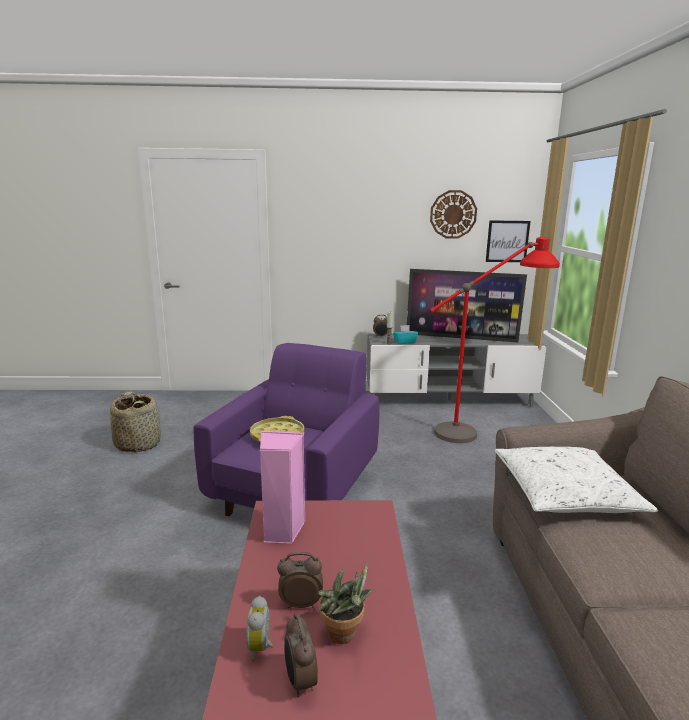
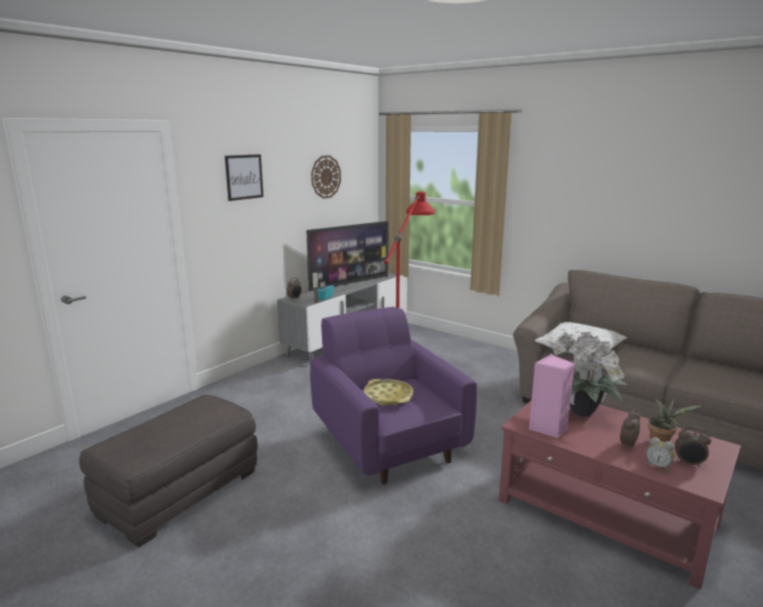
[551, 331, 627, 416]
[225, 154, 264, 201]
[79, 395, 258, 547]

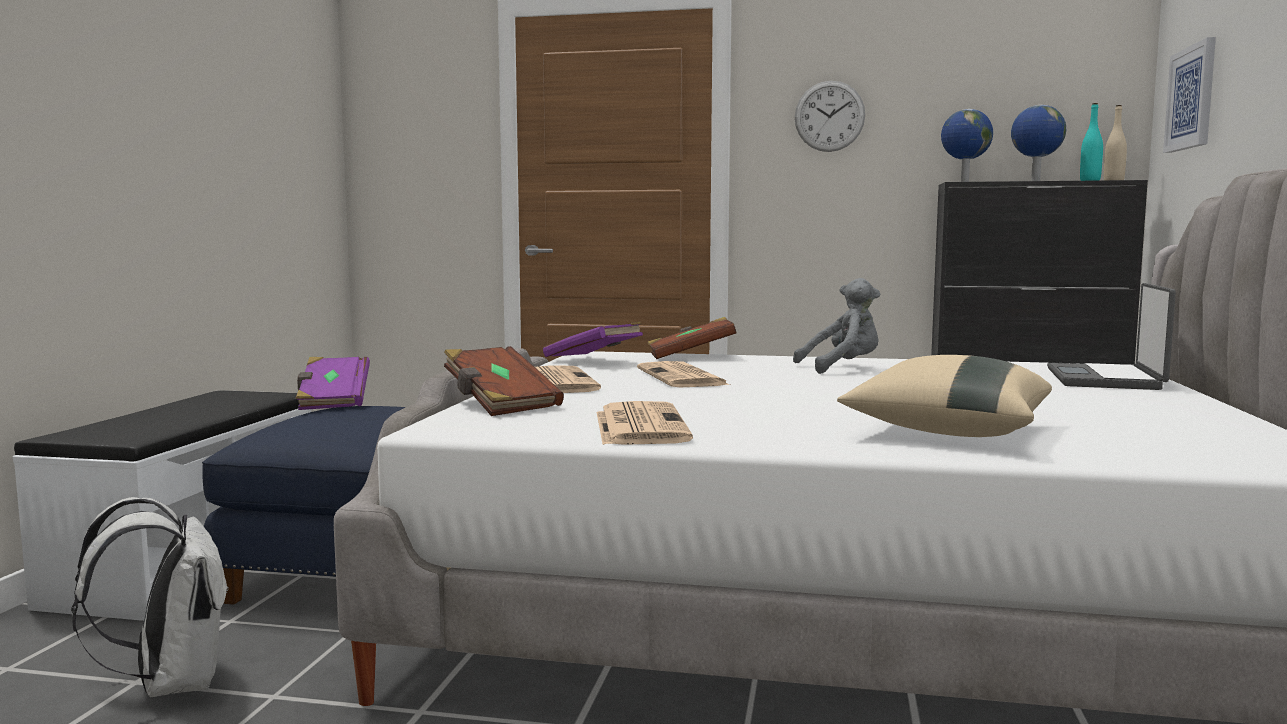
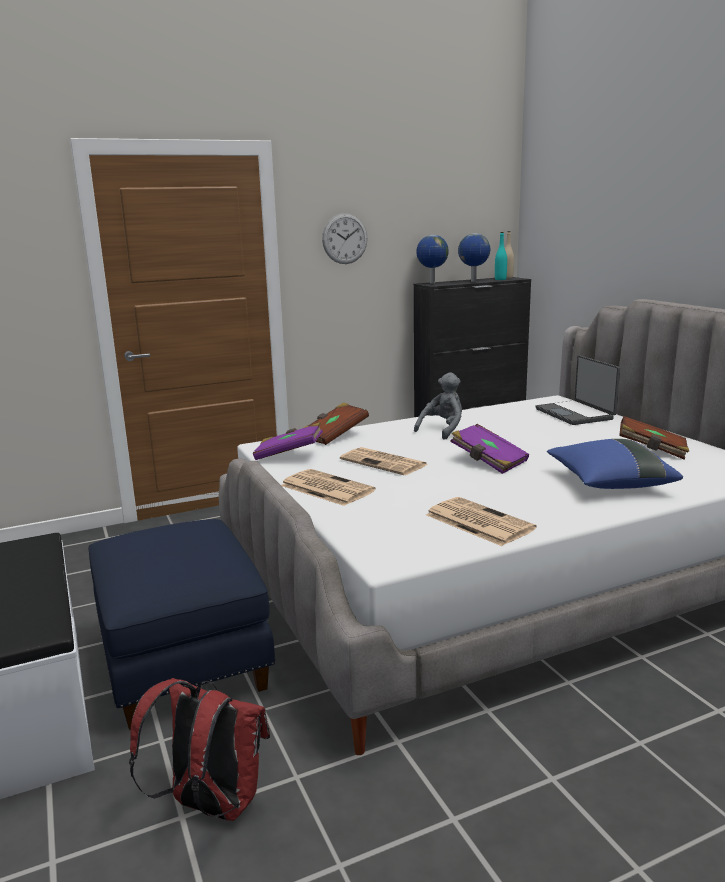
[1163, 37, 1216, 153] (first image)
[450, 424, 529, 474]
[619, 416, 689, 459]
[129, 678, 270, 821]
[547, 439, 683, 489]

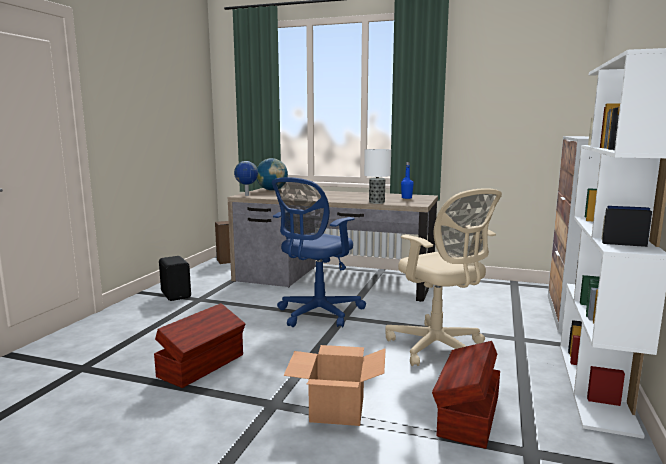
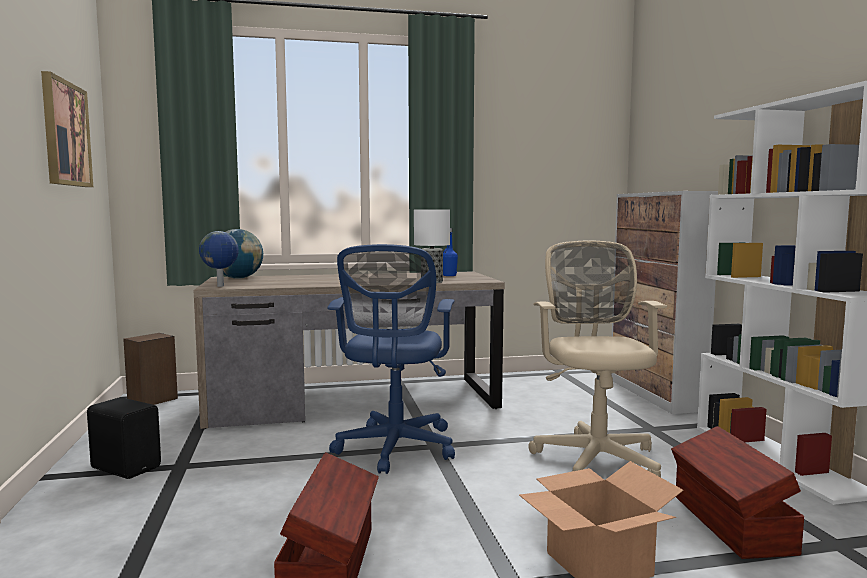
[41, 71, 93, 187]
[528, 240, 667, 477]

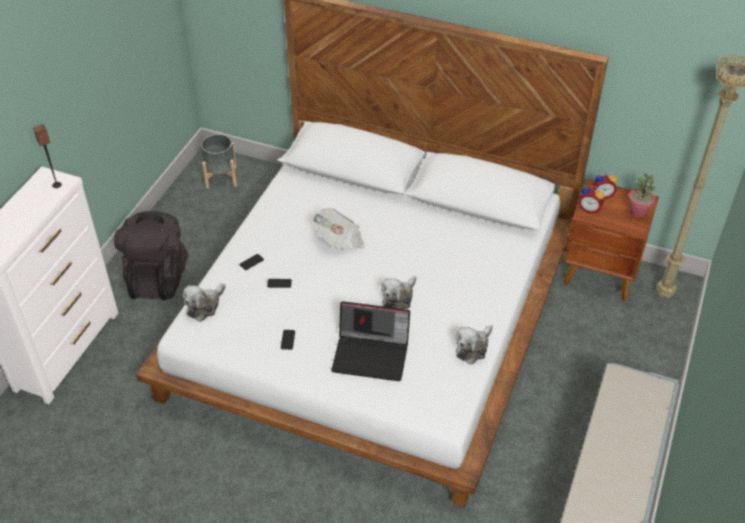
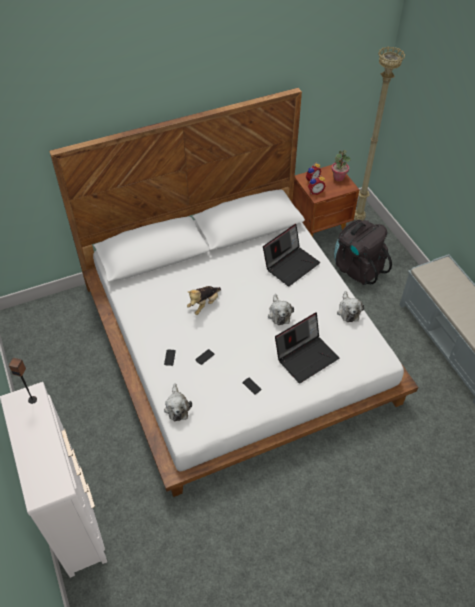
[201, 134, 237, 189] (first image)
[263, 224, 320, 286]
[334, 220, 392, 285]
[187, 286, 221, 315]

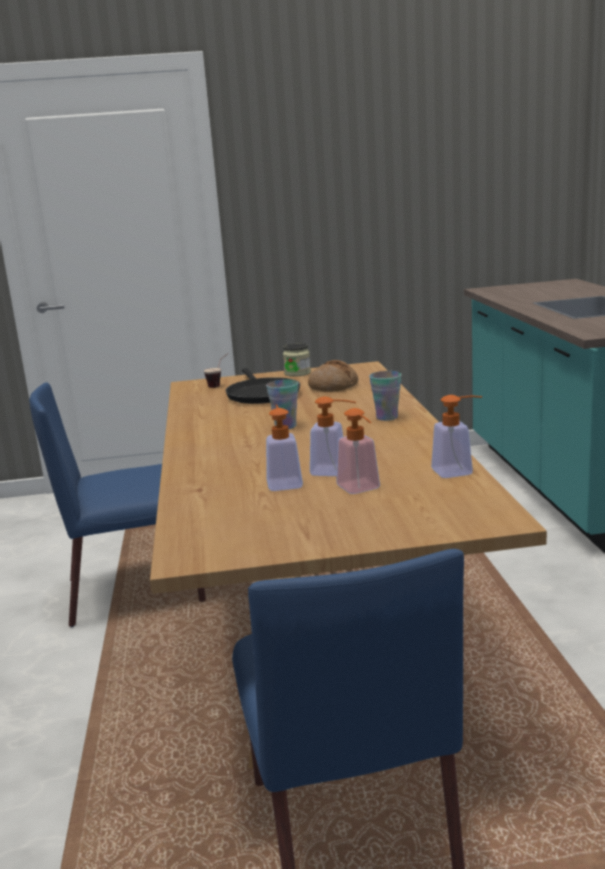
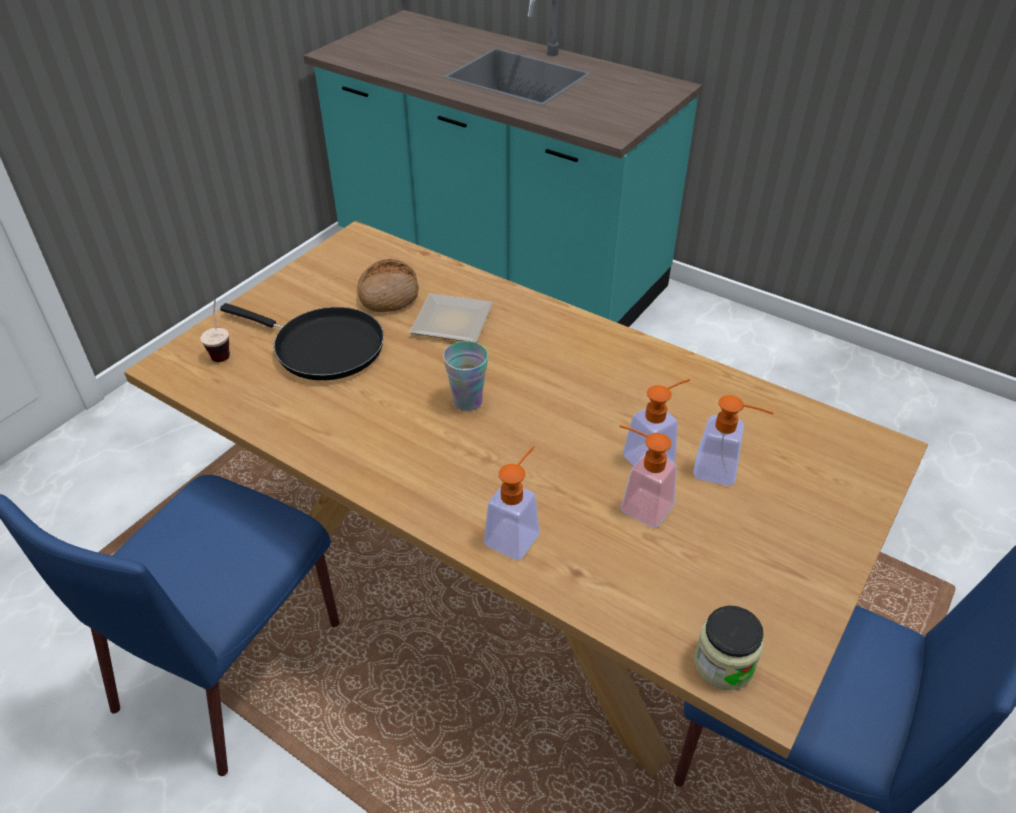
[369, 371, 402, 421] (first image)
[410, 293, 493, 343]
[694, 606, 764, 690]
[484, 446, 539, 560]

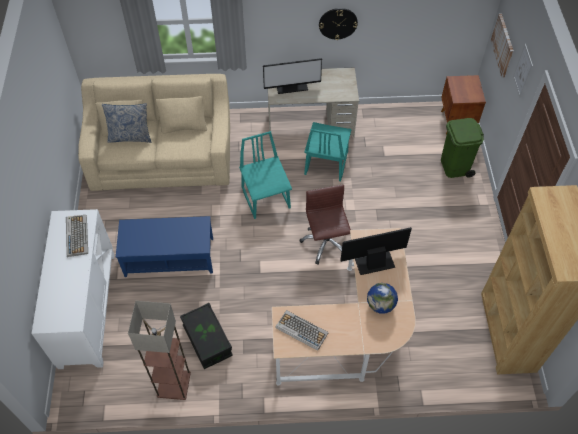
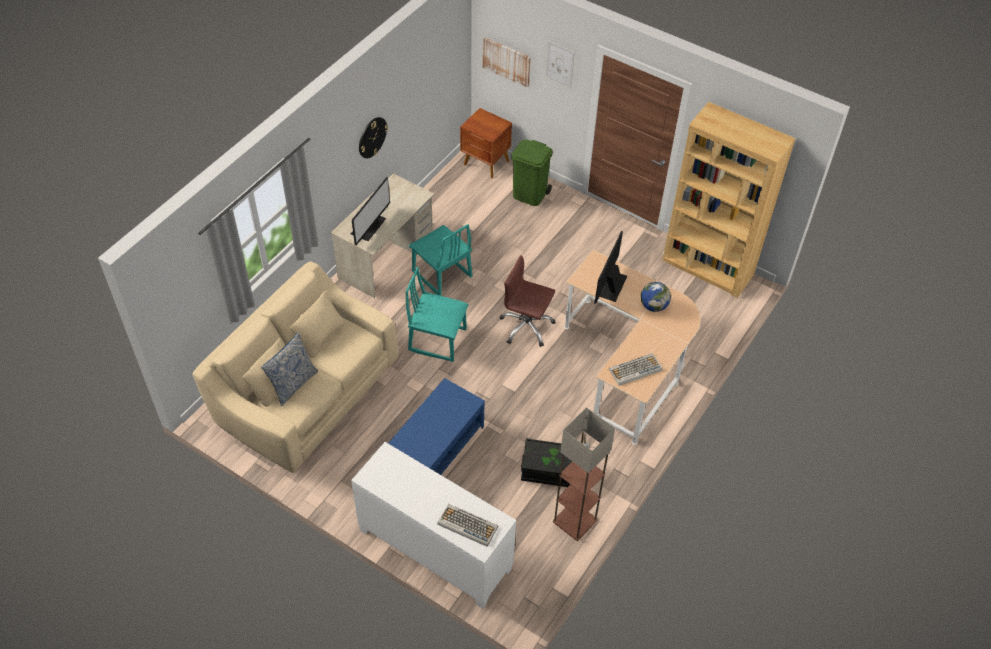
[437, 504, 498, 547]

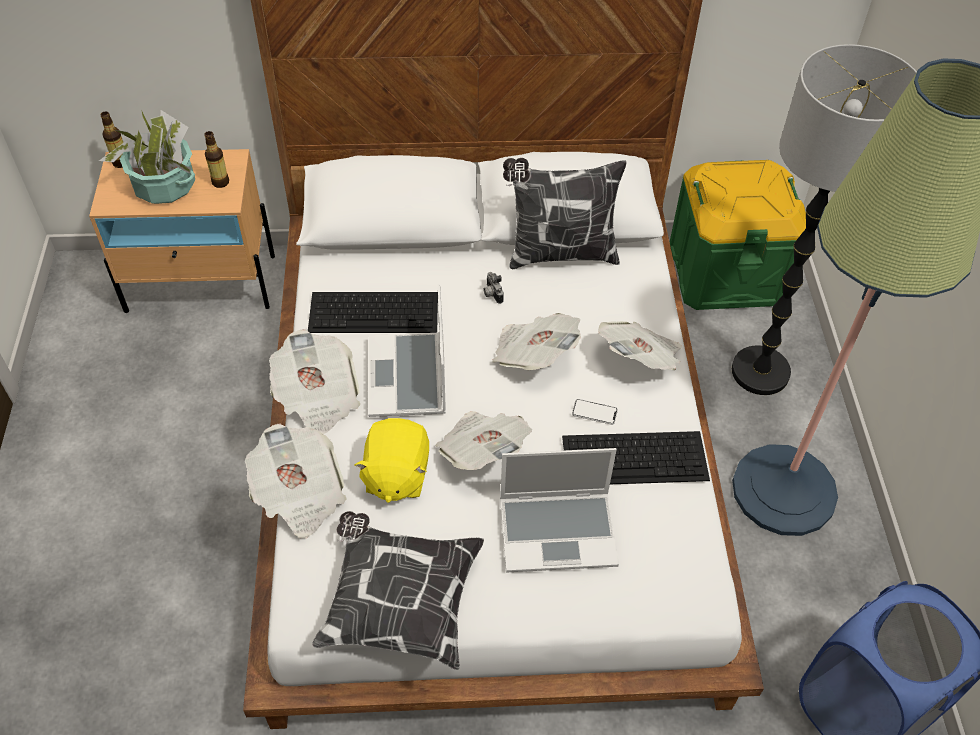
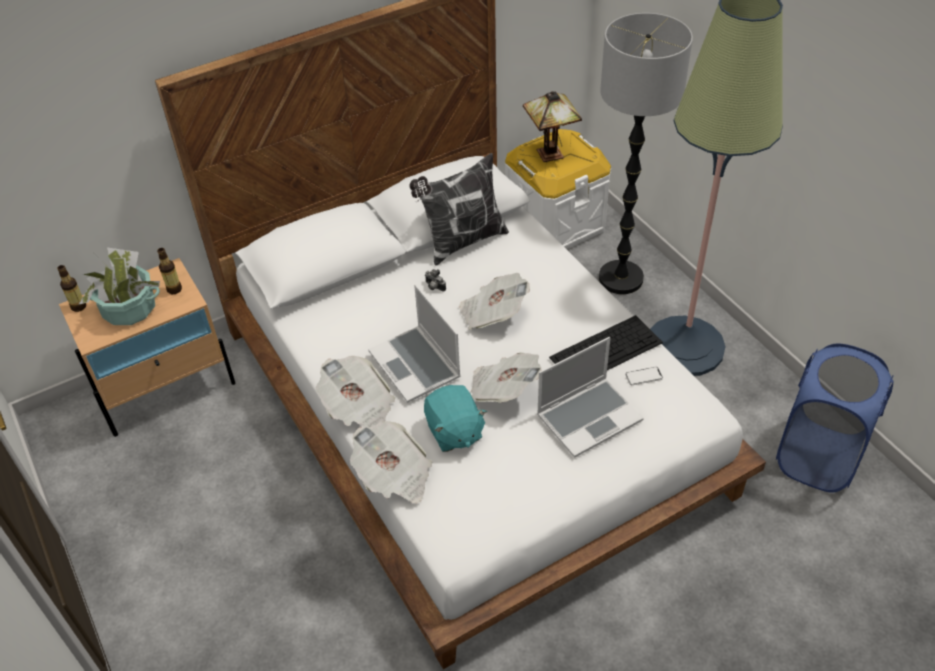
[308, 292, 438, 333] (first image)
[312, 511, 484, 670] (first image)
[598, 321, 682, 370] (first image)
[523, 91, 582, 162]
[625, 367, 663, 385]
[424, 385, 487, 452]
[505, 129, 611, 249]

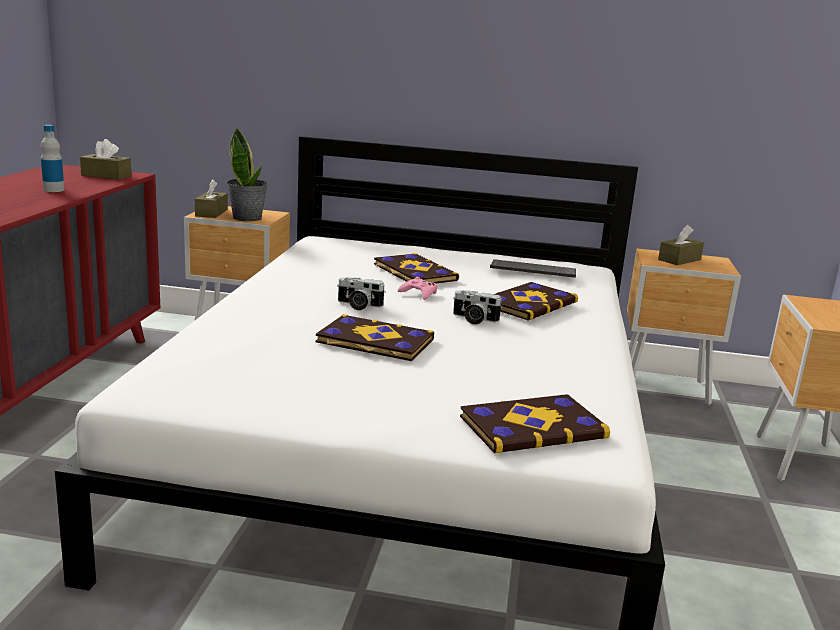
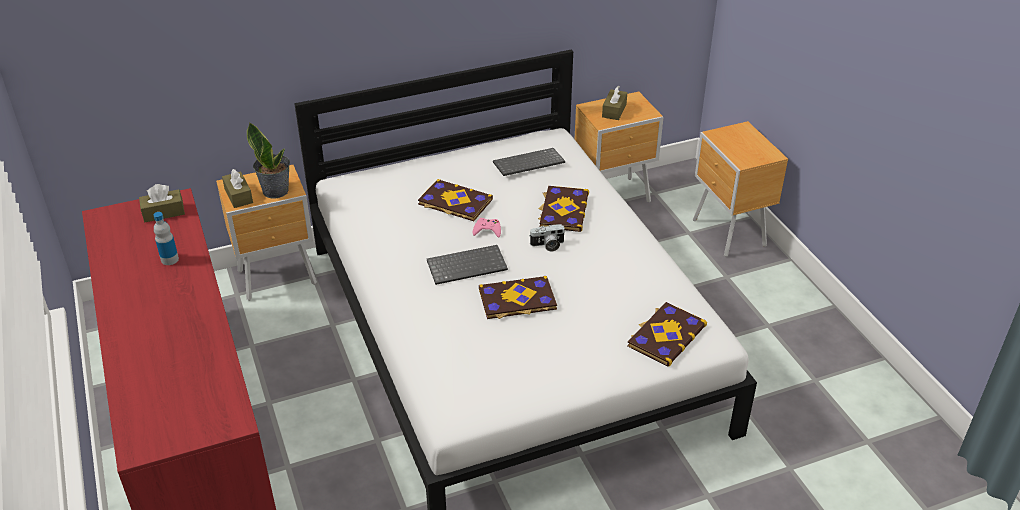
[427, 245, 508, 285]

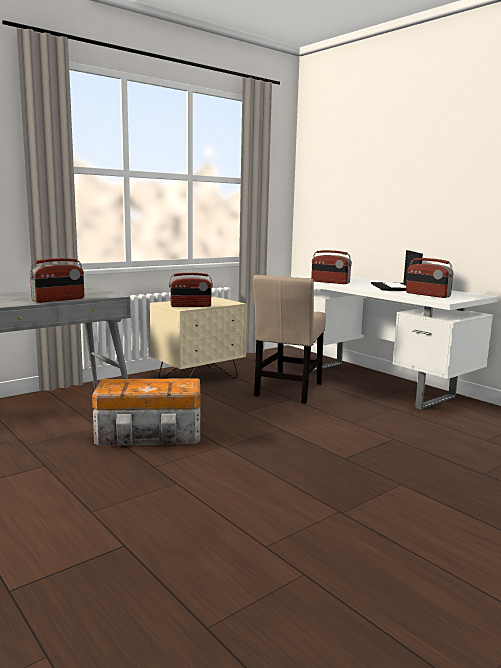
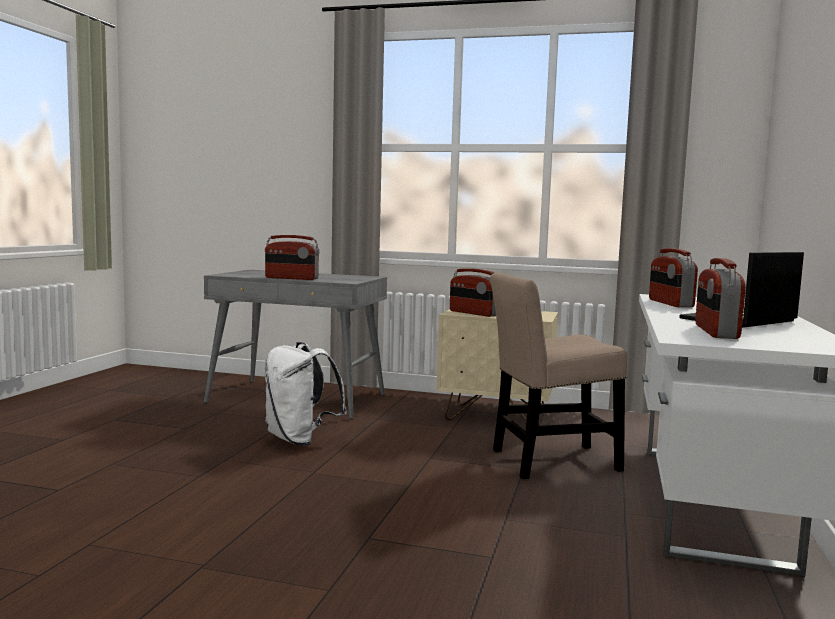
[264, 342, 347, 446]

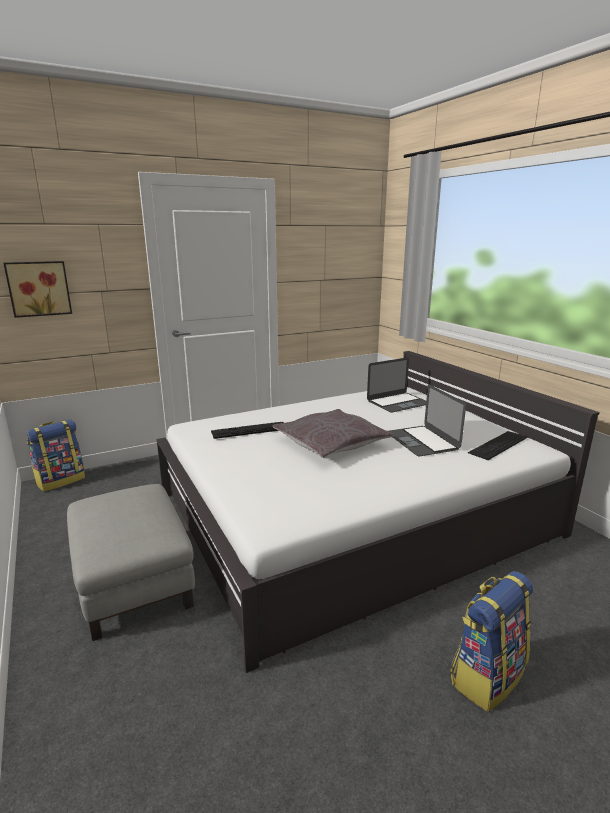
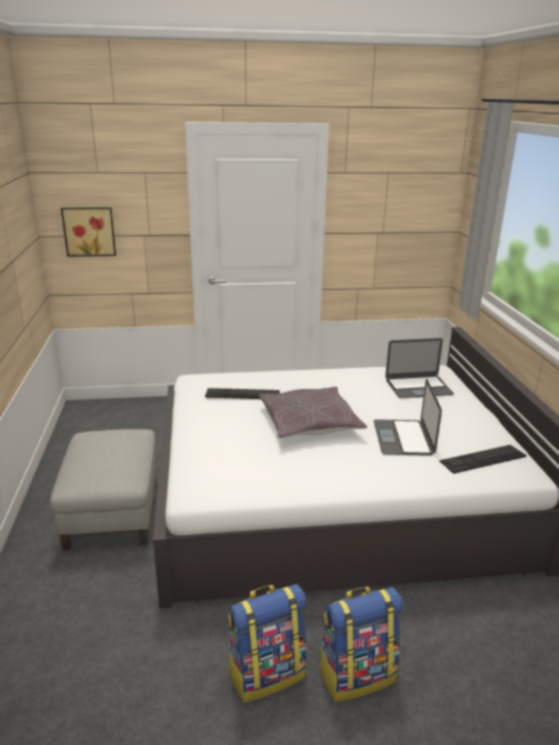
[228, 584, 307, 702]

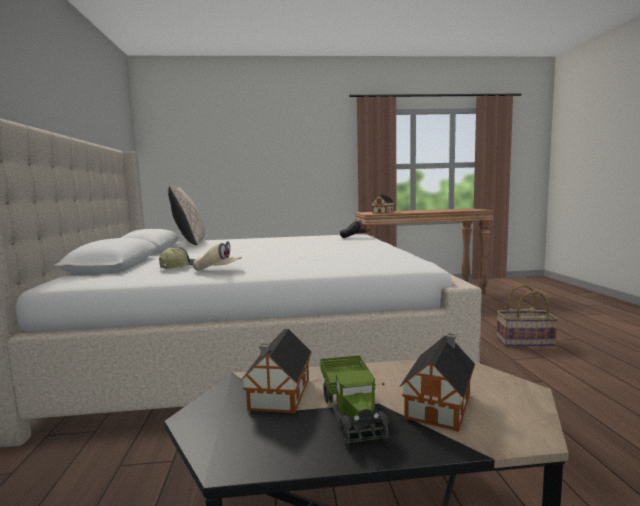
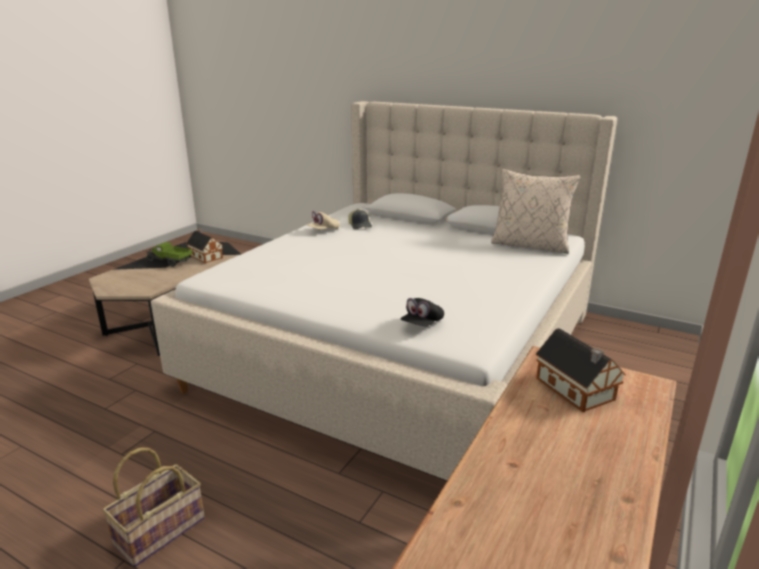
[400, 333, 475, 432] (first image)

